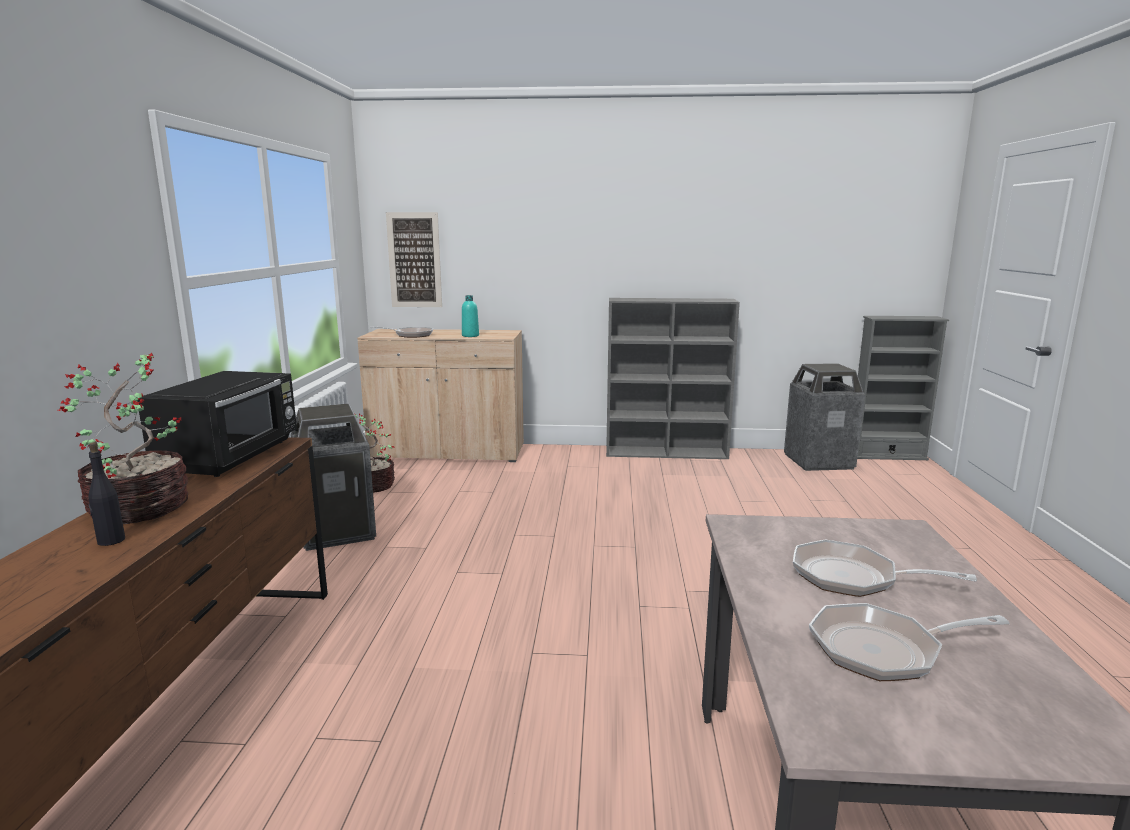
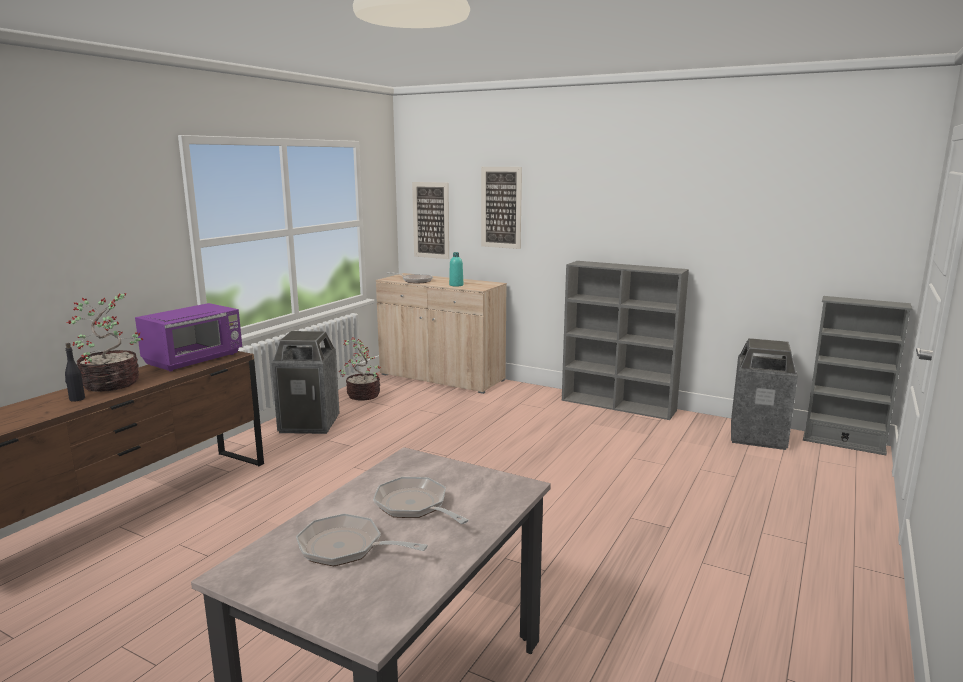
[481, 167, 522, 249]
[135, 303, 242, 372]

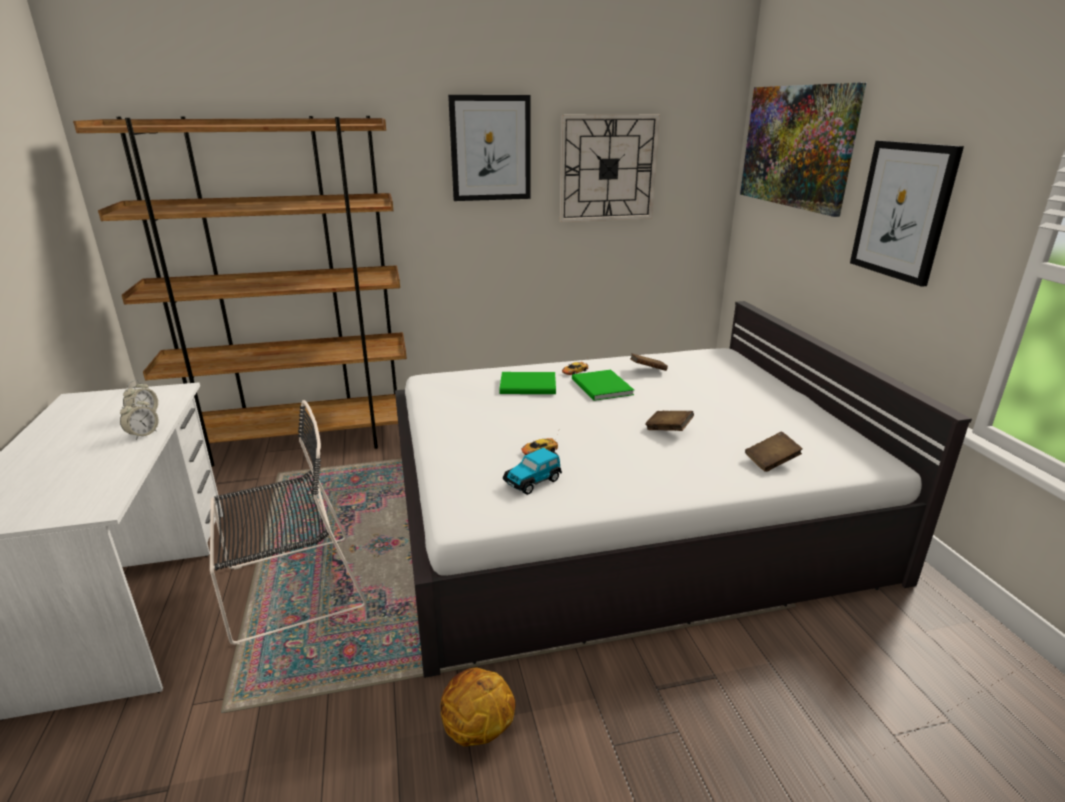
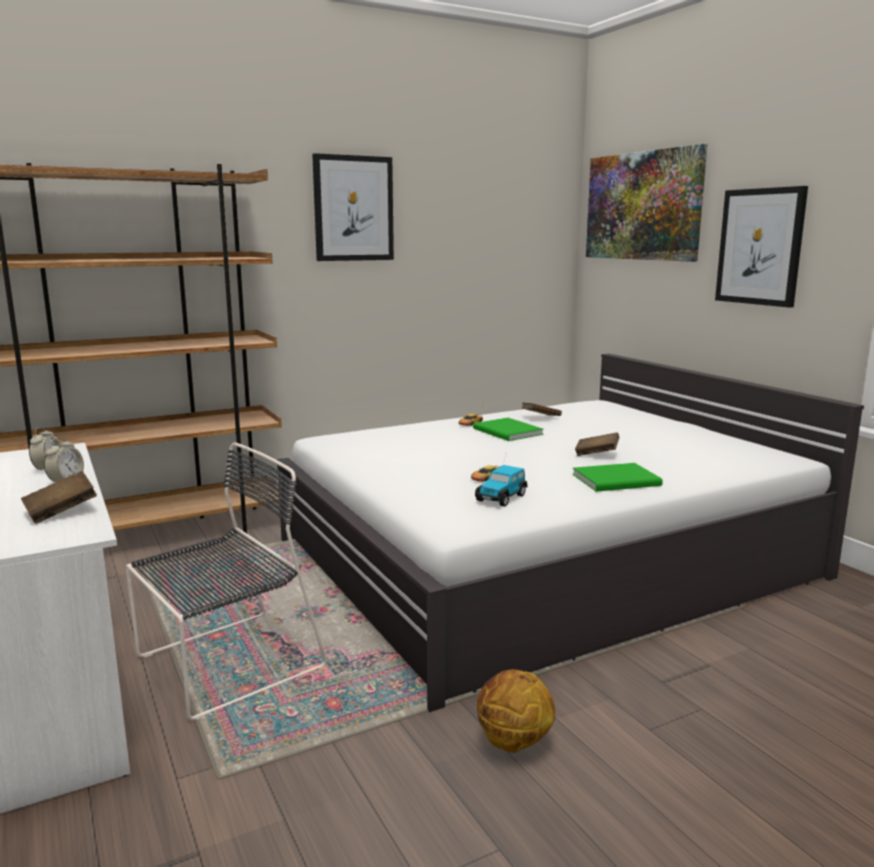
[560, 115, 660, 222] (first image)
[572, 463, 663, 492]
[21, 471, 97, 524]

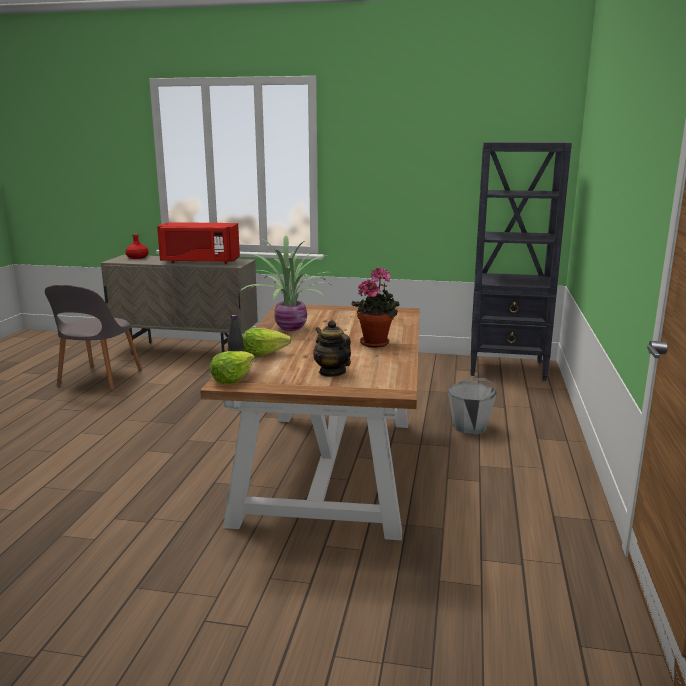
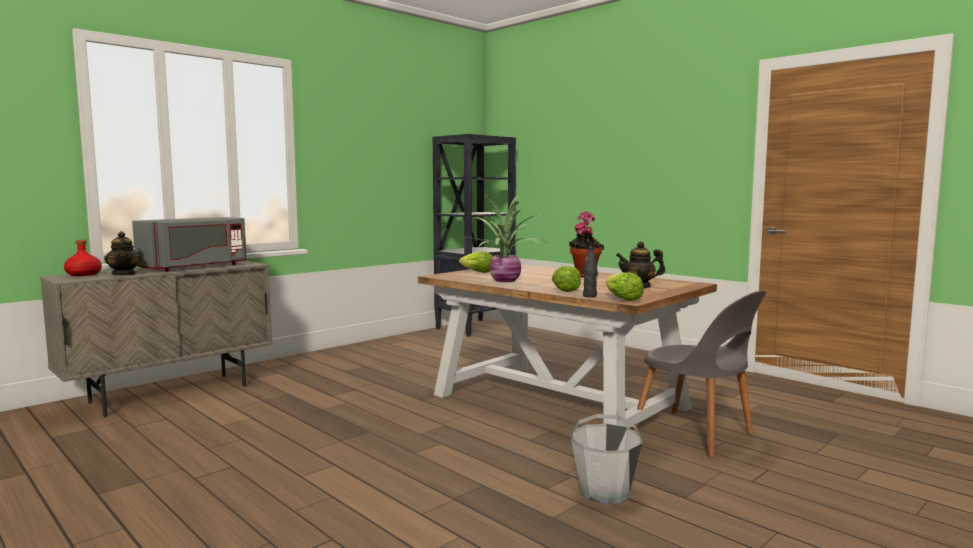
[104, 231, 141, 275]
[459, 251, 493, 273]
[631, 290, 766, 458]
[571, 414, 643, 504]
[132, 217, 247, 271]

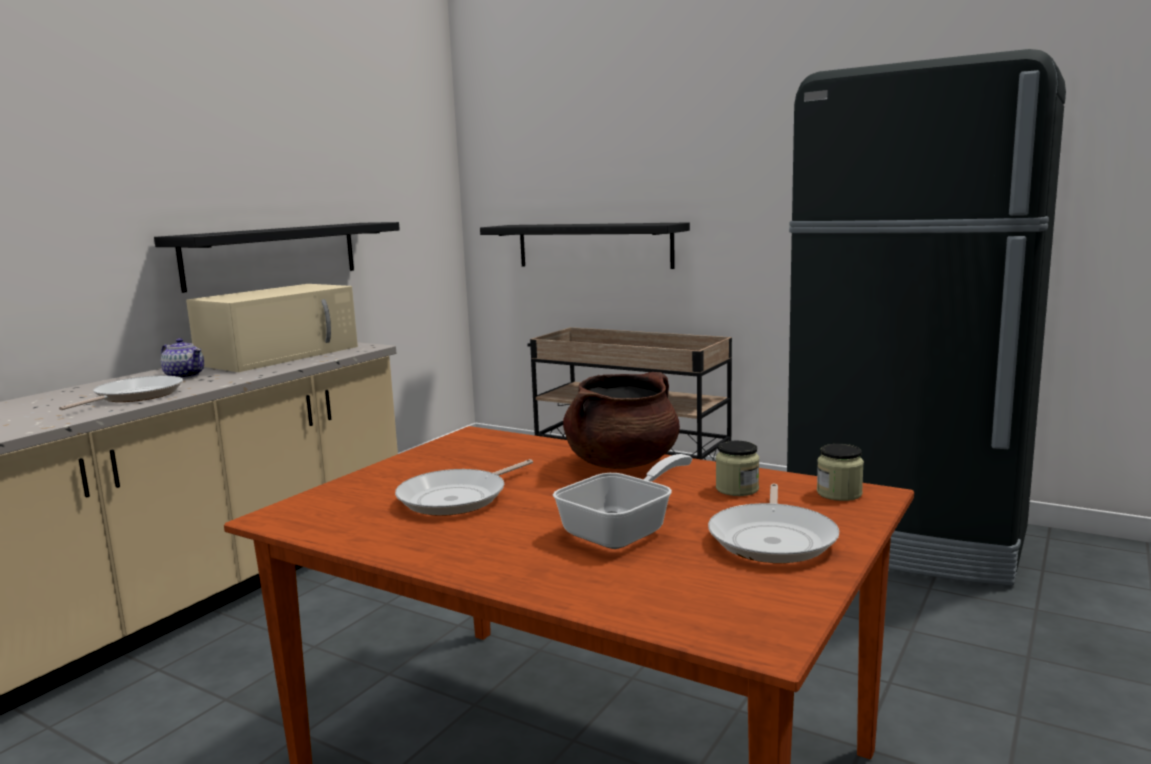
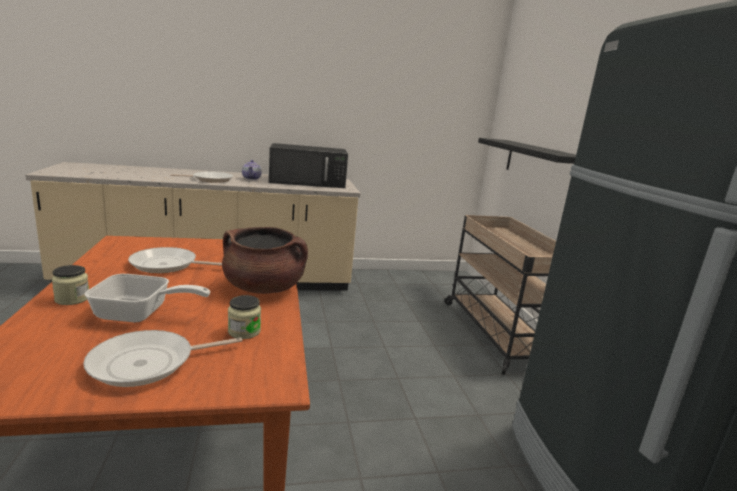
[154, 222, 400, 293] (first image)
[52, 265, 89, 305]
[269, 143, 348, 188]

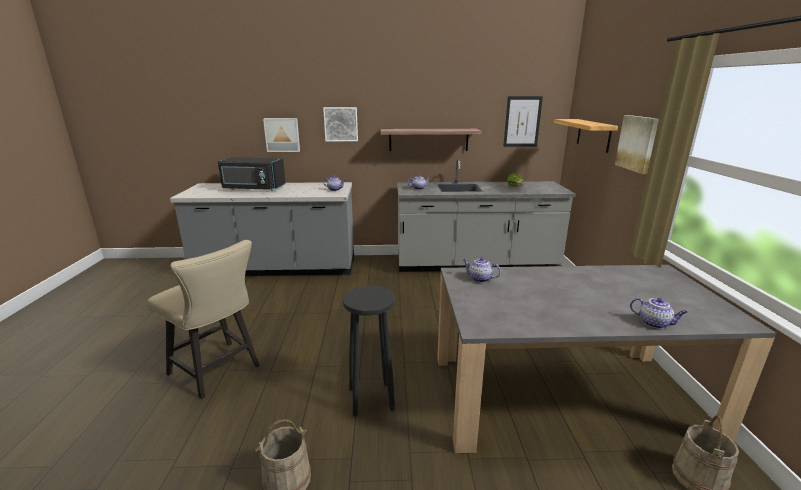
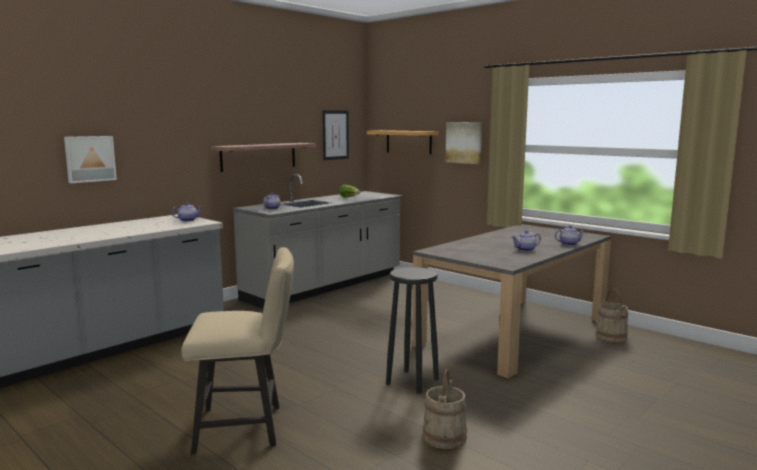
[218, 157, 286, 191] (first image)
[323, 107, 358, 141] (first image)
[512, 230, 541, 251]

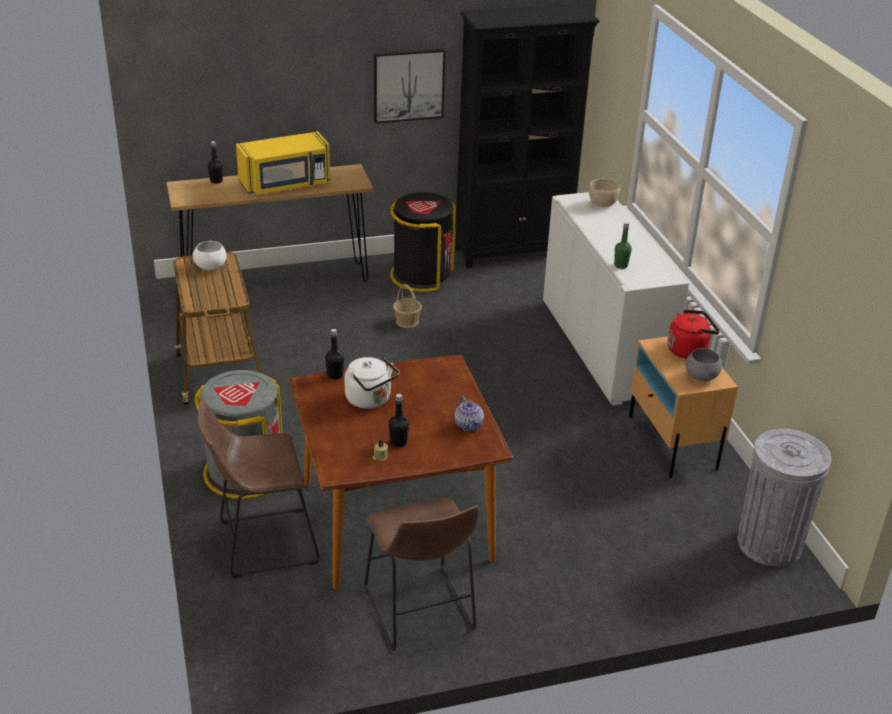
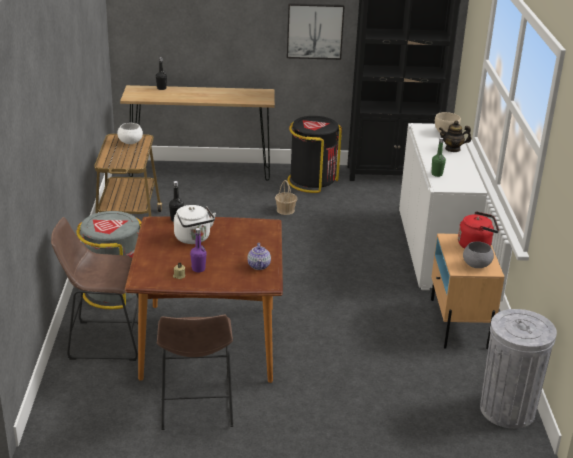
[236, 131, 330, 195] (first image)
[439, 121, 472, 152]
[190, 228, 207, 272]

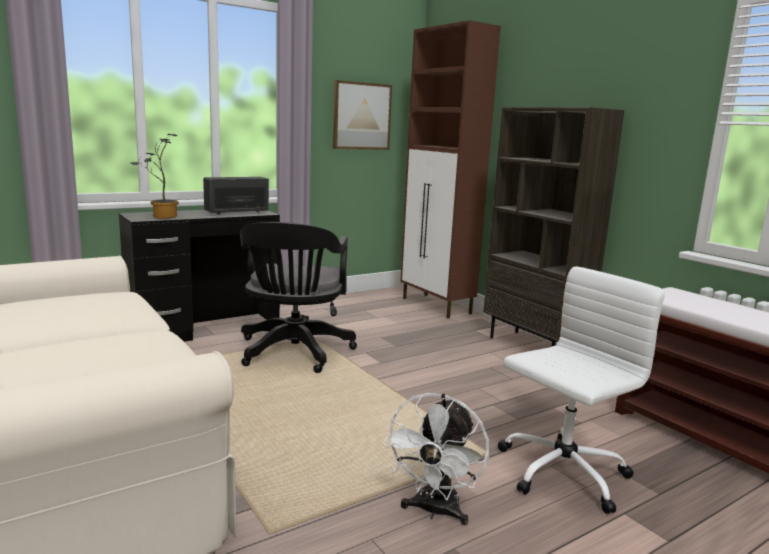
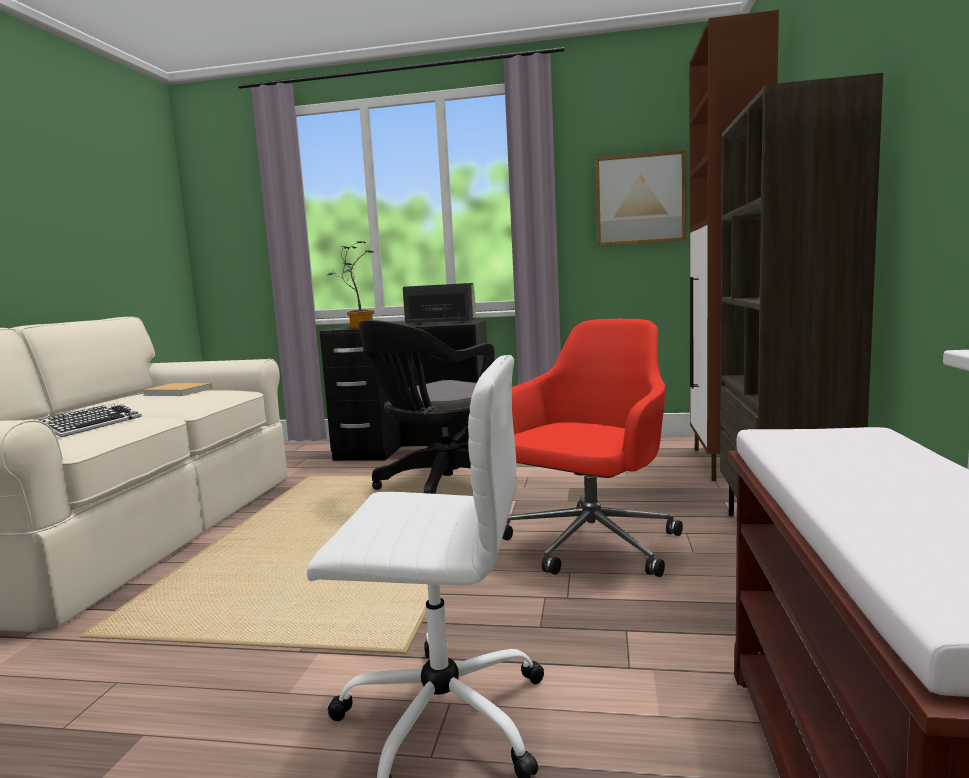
[383, 393, 489, 525] (first image)
[40, 402, 142, 438]
[143, 383, 212, 396]
[502, 319, 683, 577]

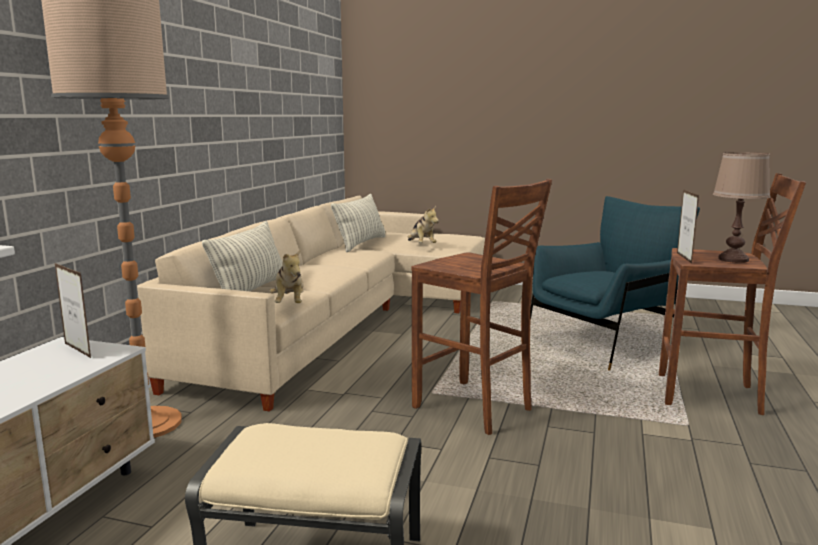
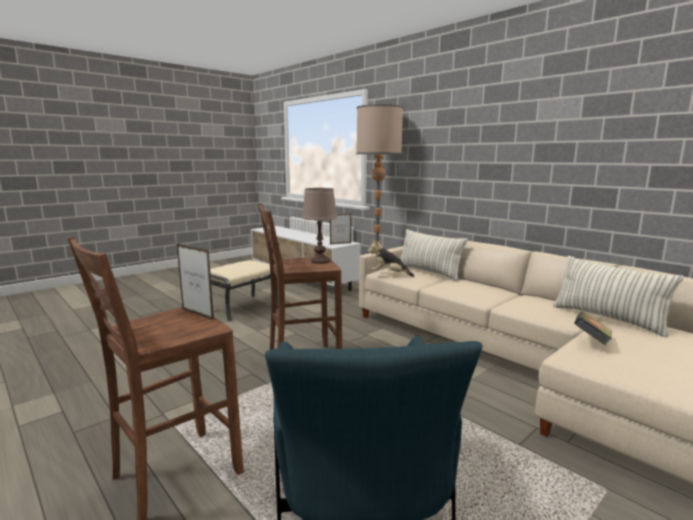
[302, 188, 337, 264]
[574, 311, 612, 345]

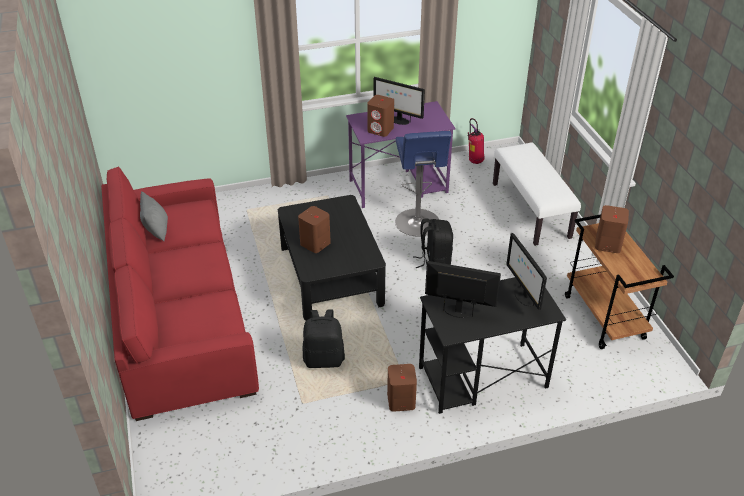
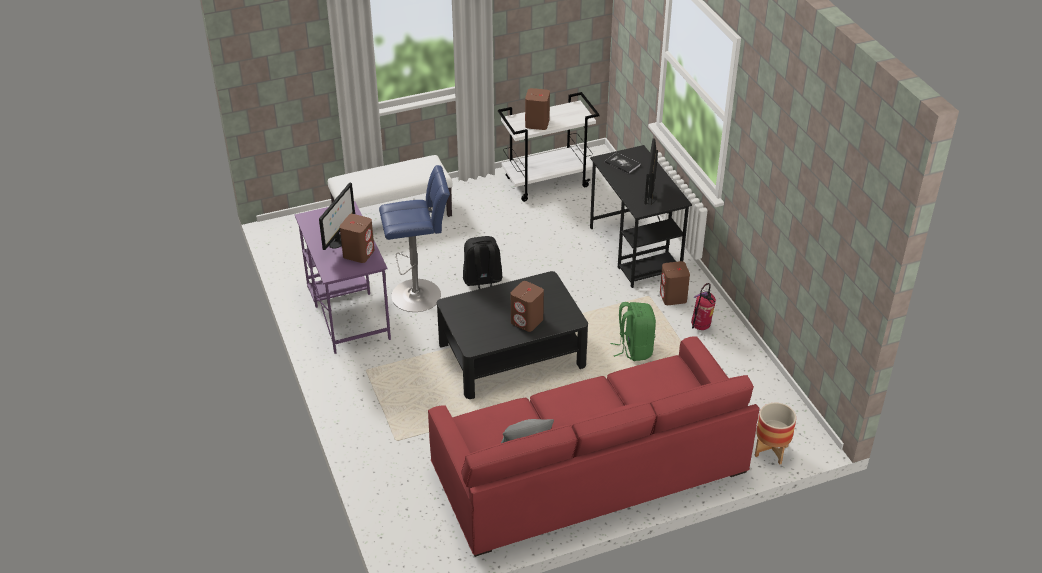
[755, 403, 796, 465]
[691, 283, 716, 330]
[605, 152, 641, 174]
[611, 302, 656, 361]
[498, 92, 599, 202]

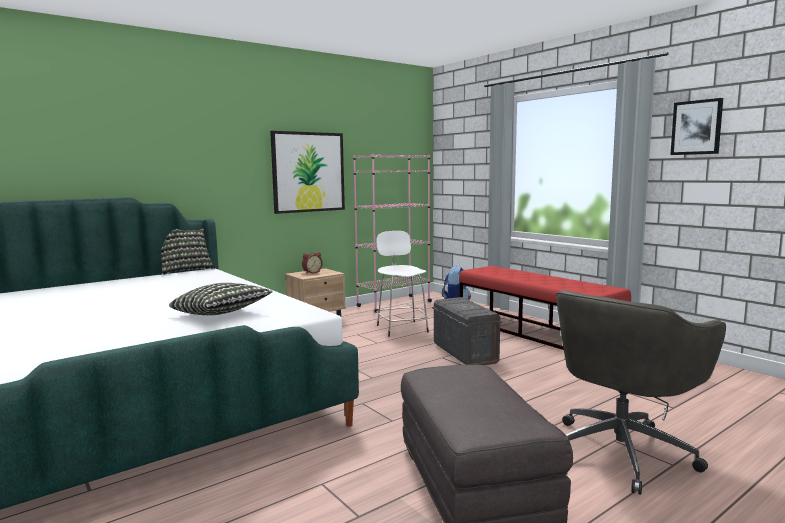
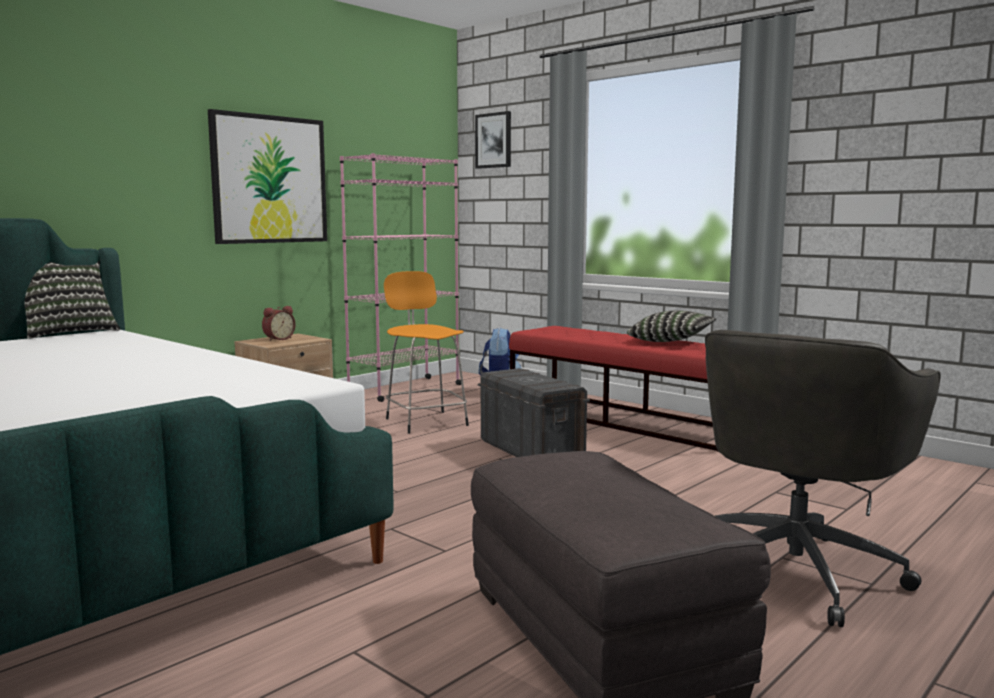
[627, 311, 717, 342]
[475, 111, 511, 169]
[384, 271, 469, 434]

